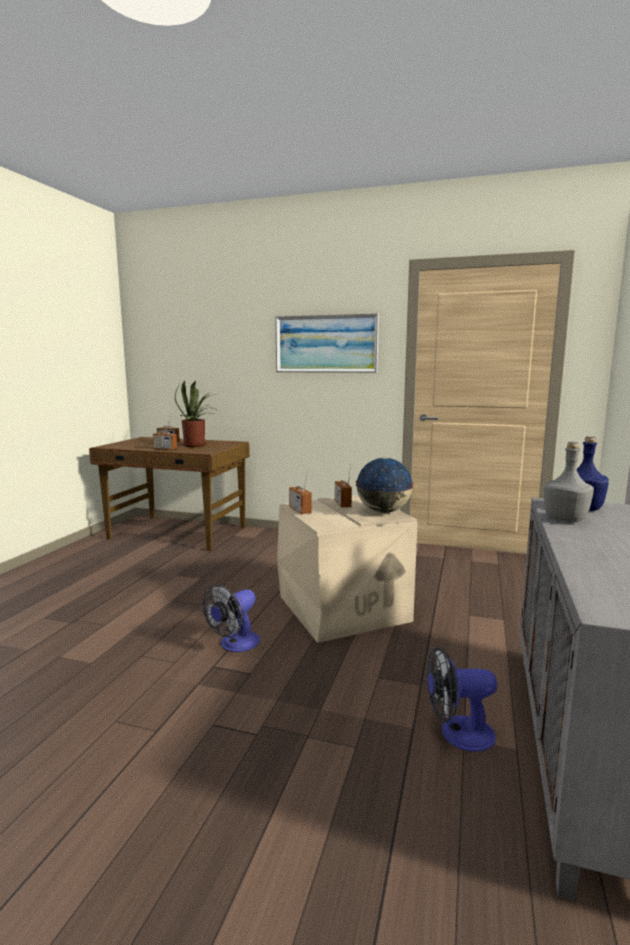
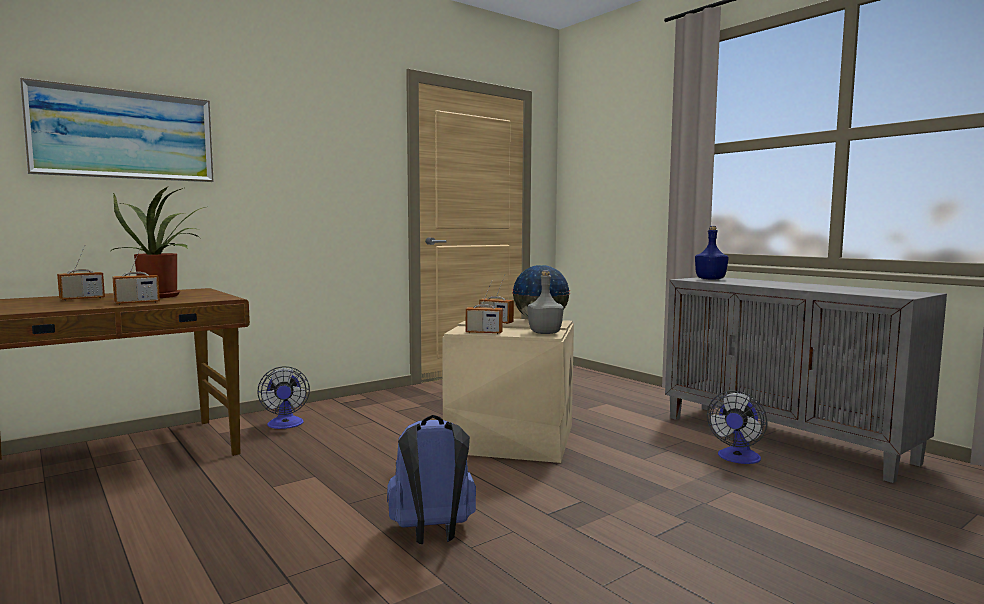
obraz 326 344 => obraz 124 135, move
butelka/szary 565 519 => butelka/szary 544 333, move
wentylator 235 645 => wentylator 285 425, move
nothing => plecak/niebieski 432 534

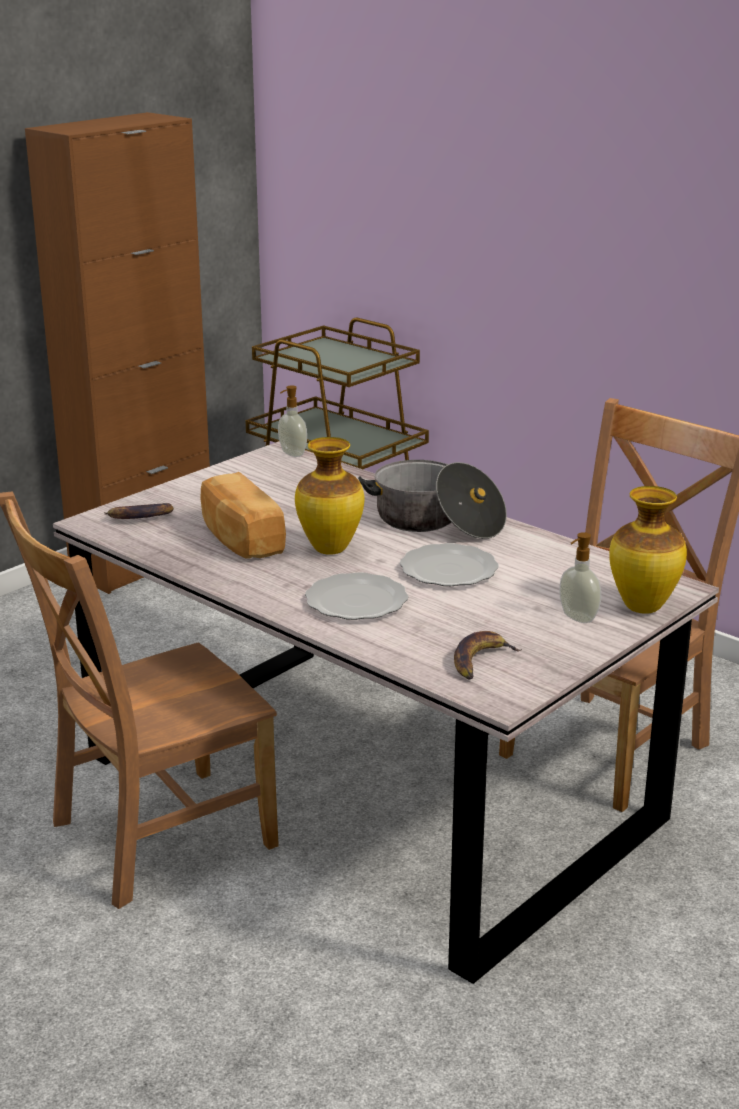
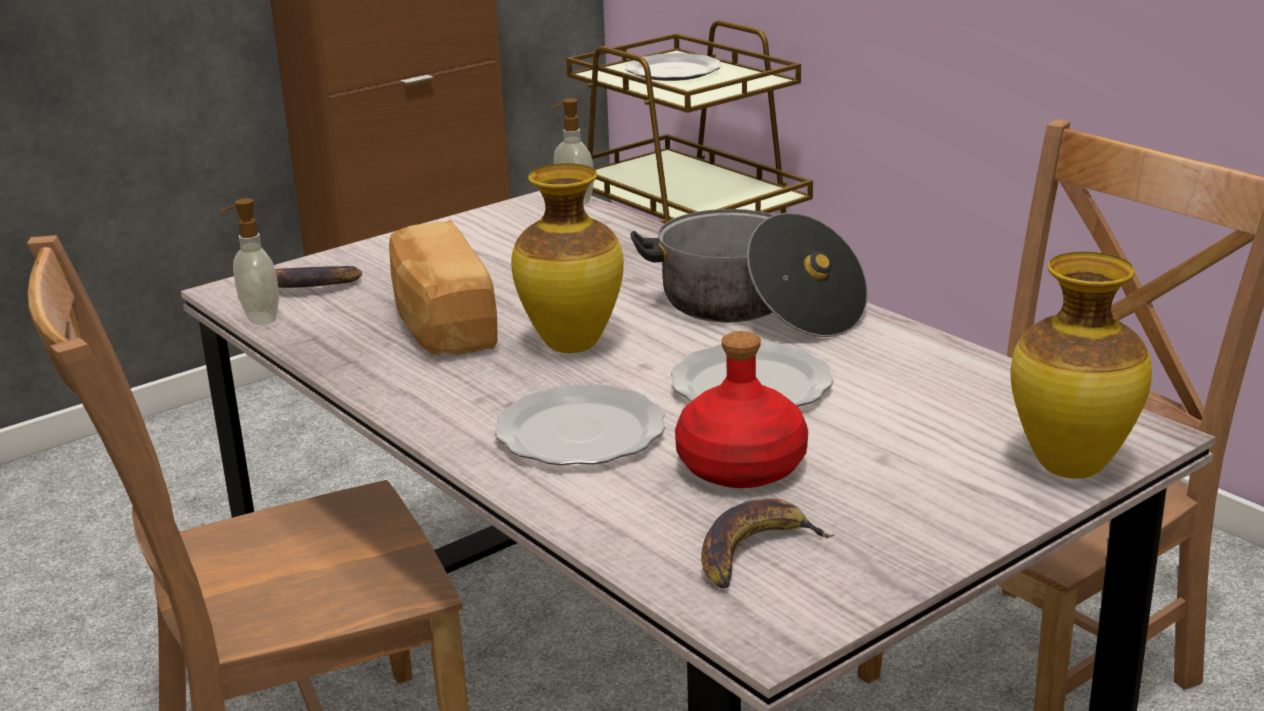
dozownik mydła 577 618 => dozownik mydła 259 319, move
nothing => talerz 673 72
nothing => butelka/czerwony 741 467

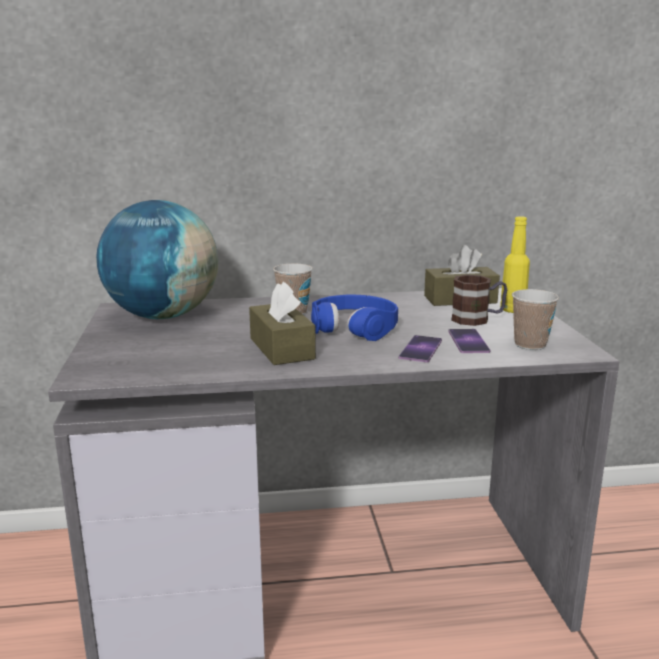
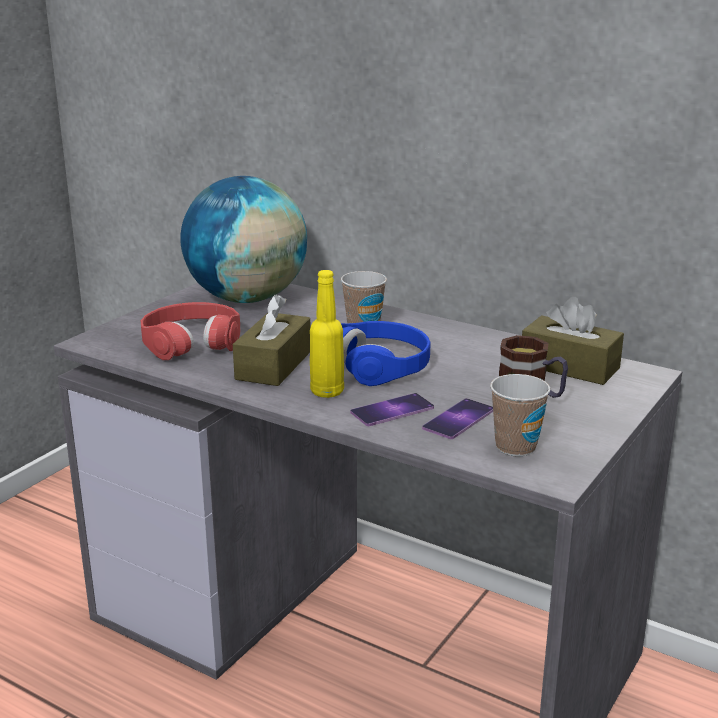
butelka/żółty 512 310 => butelka/żółty 327 392, move
nothing => słuchawki/czerwony 192 343

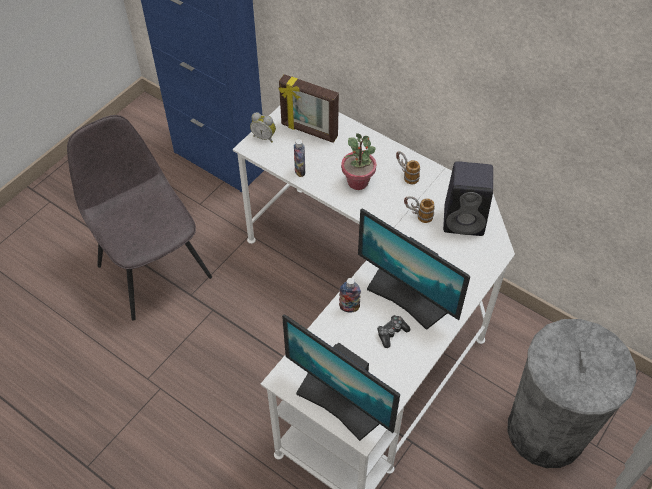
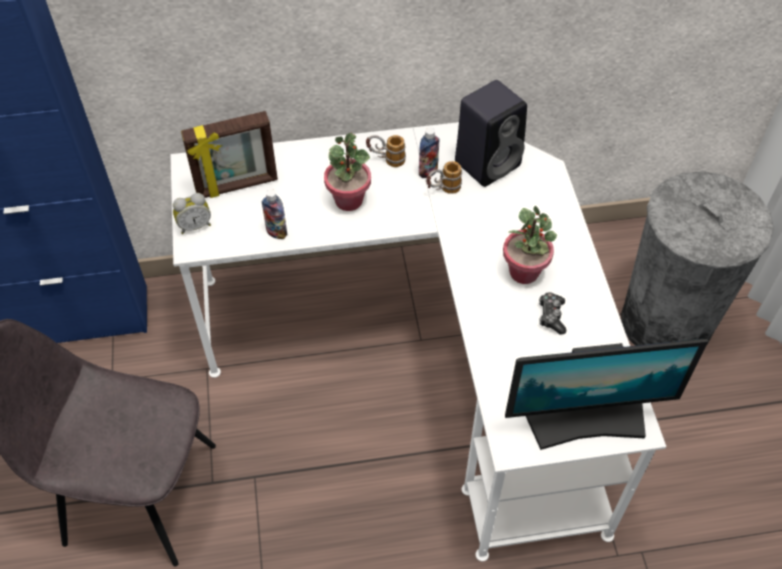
monitor 407 297 => roślina doniczkowa 524 272
butelka 349 307 => butelka 428 172, move

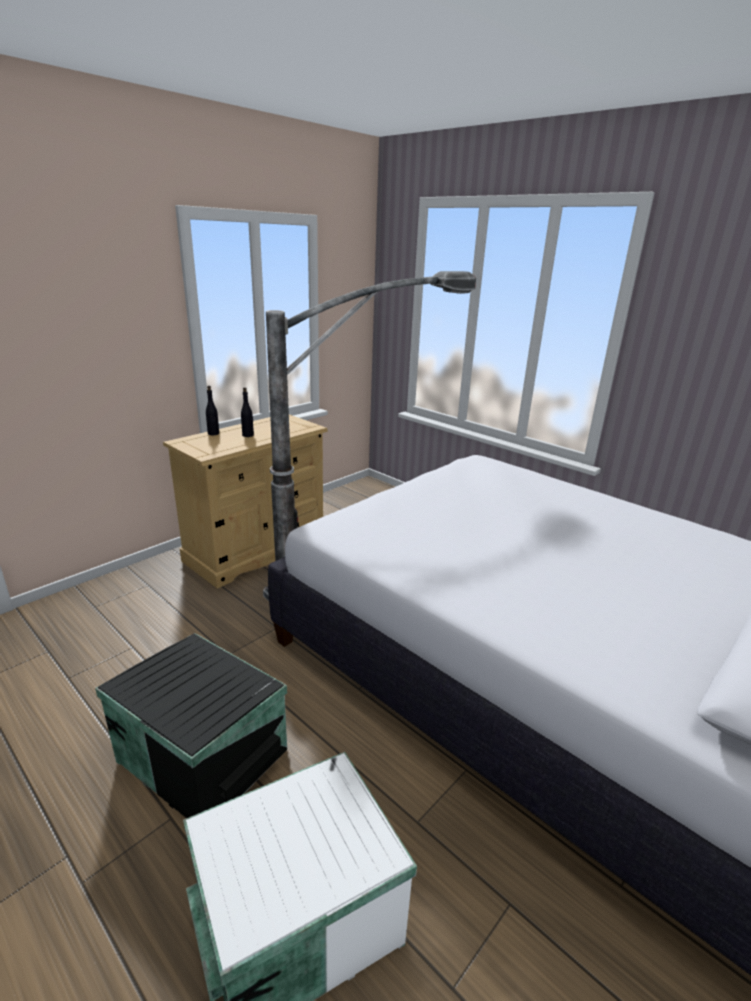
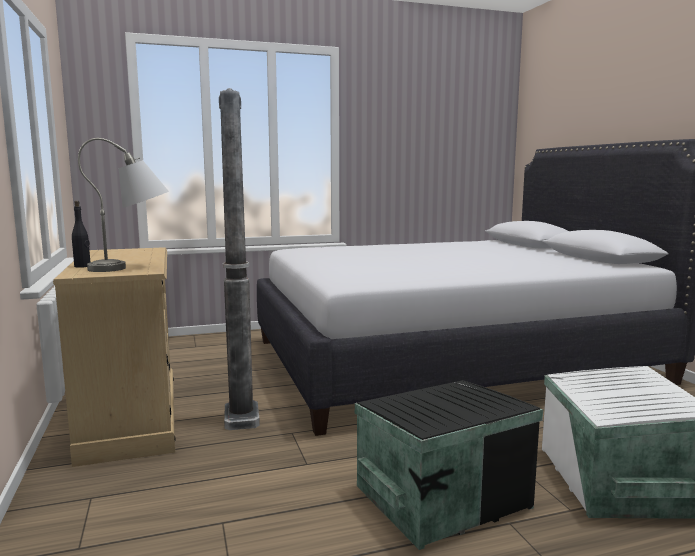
butelka/czarny 248 435 => nothing
nothing => lampa stołowa/szary 133 267

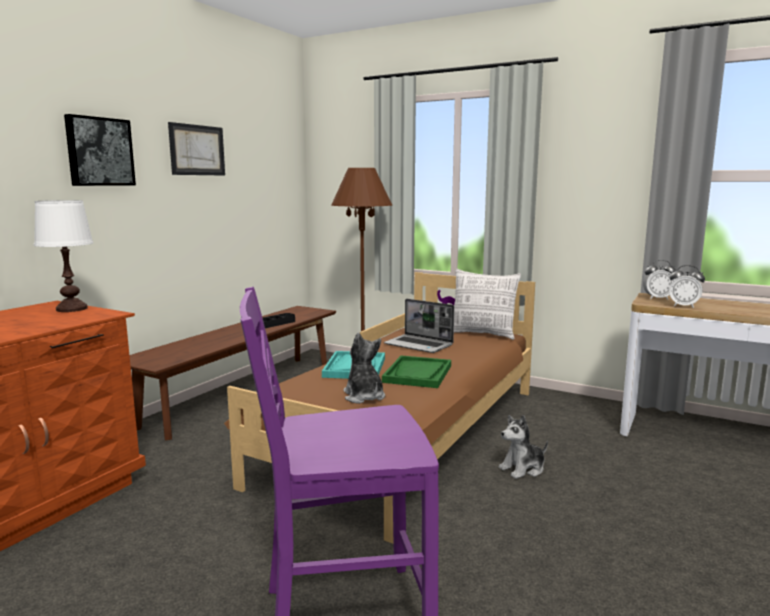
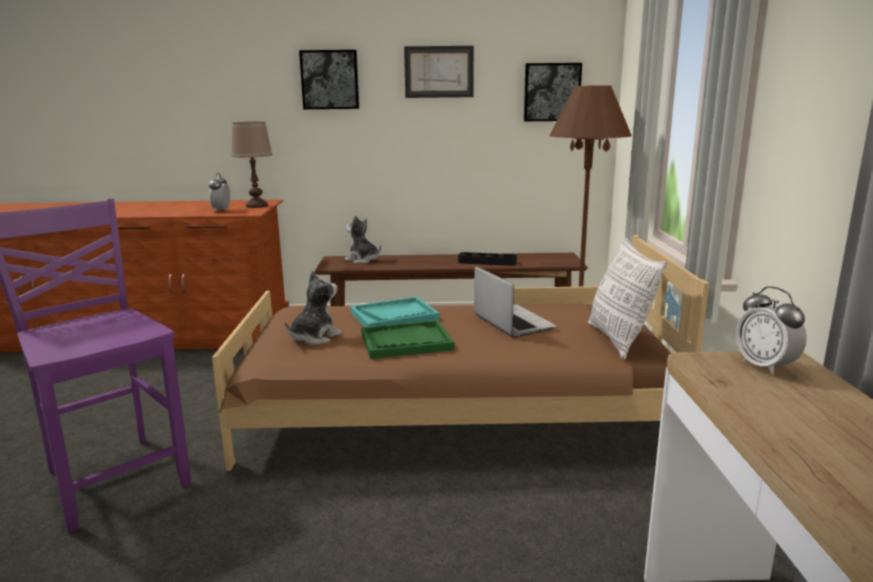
lampa stołowa/biały 72 309 => lampa stołowa/brązowy 257 206
budzik 683 306 => budzik 221 210, move
laptop 419 345 => laptop 512 322, 150 degrees clockwise
pluszak 523 469 => pluszak 362 260, move
nothing => obraz 551 92

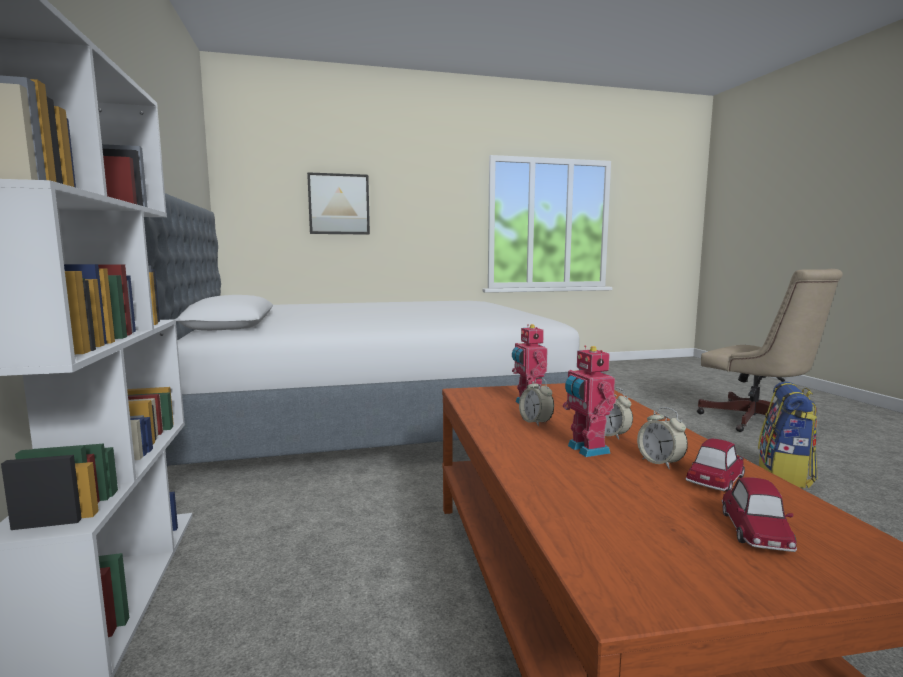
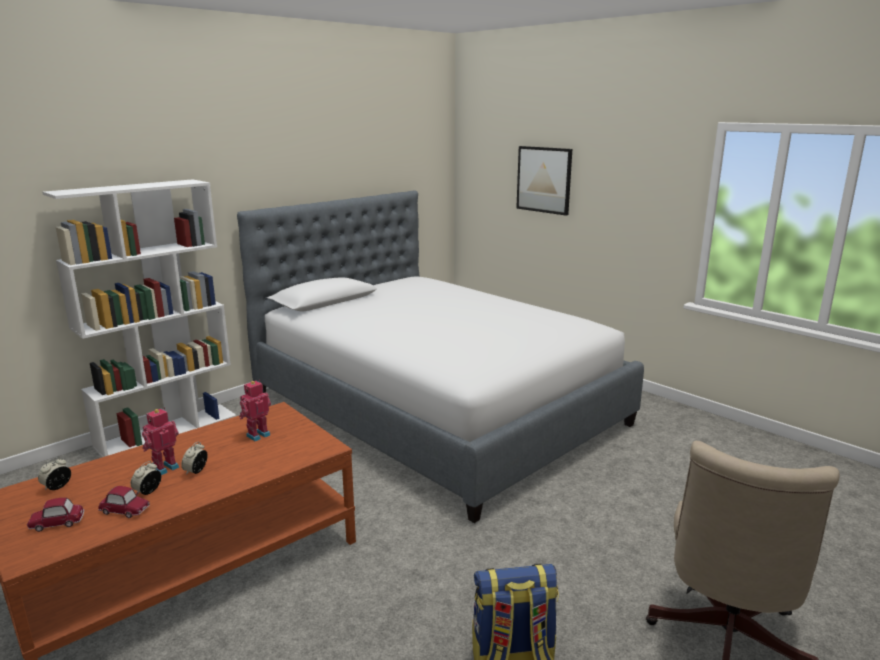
budzik 535 422 => budzik 57 487, move

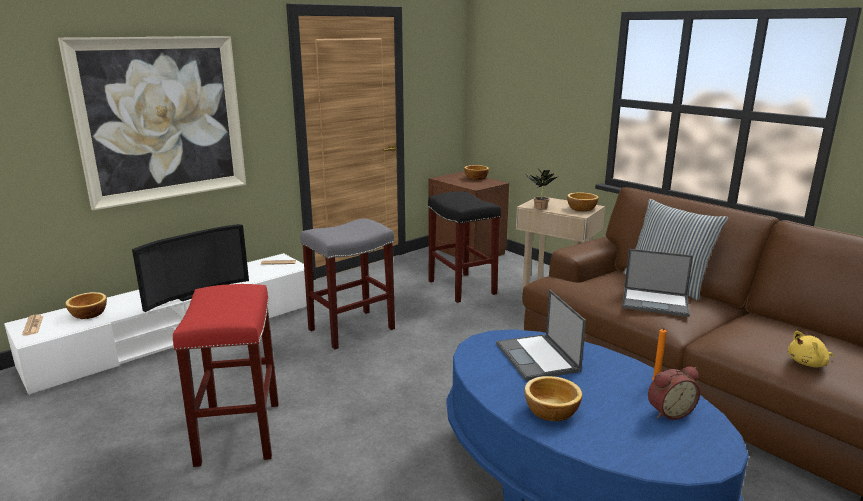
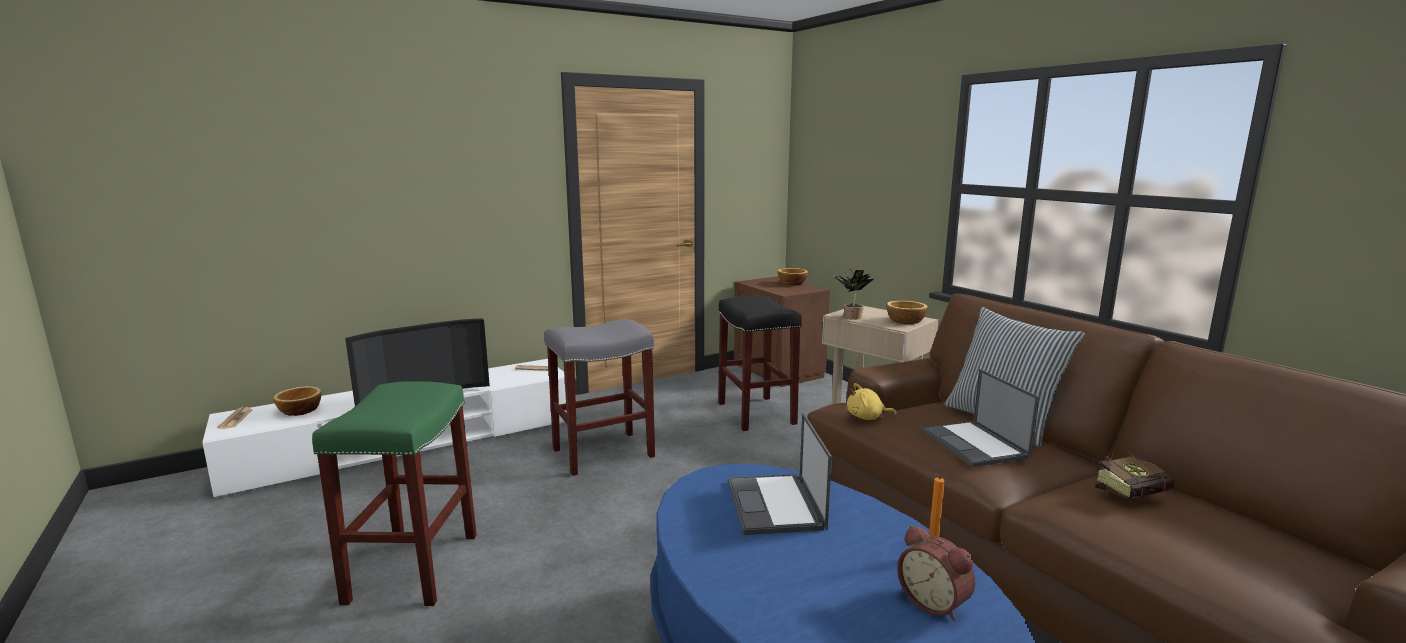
obraz 161 119 => nothing
laptop 656 302 => laptop 975 444, 45 degrees clockwise
stołek/czerwony 238 432 => stołek/zielony 413 566
pluszak/żółty 808 363 => pluszak/żółty 867 417, move
budzik 668 412 => budzik 935 602, 60 degrees clockwise
miska 550 411 => nothing
nothing => książka 1136 495

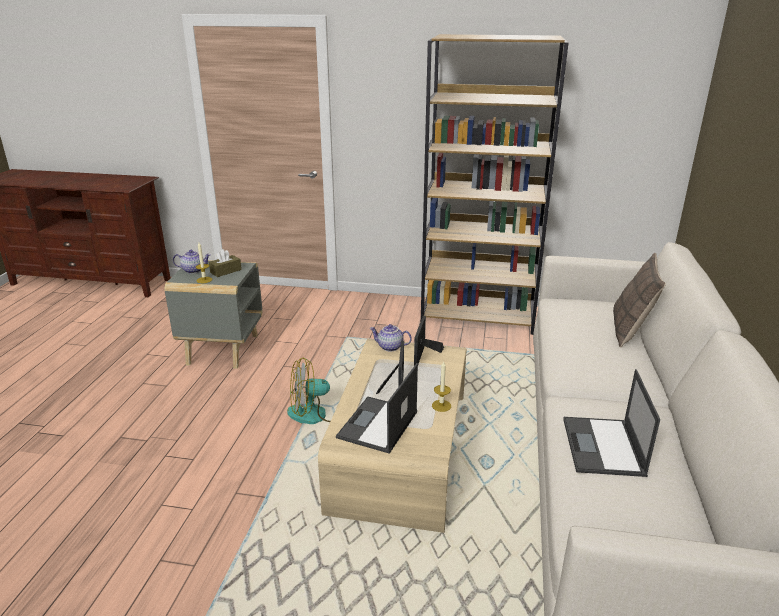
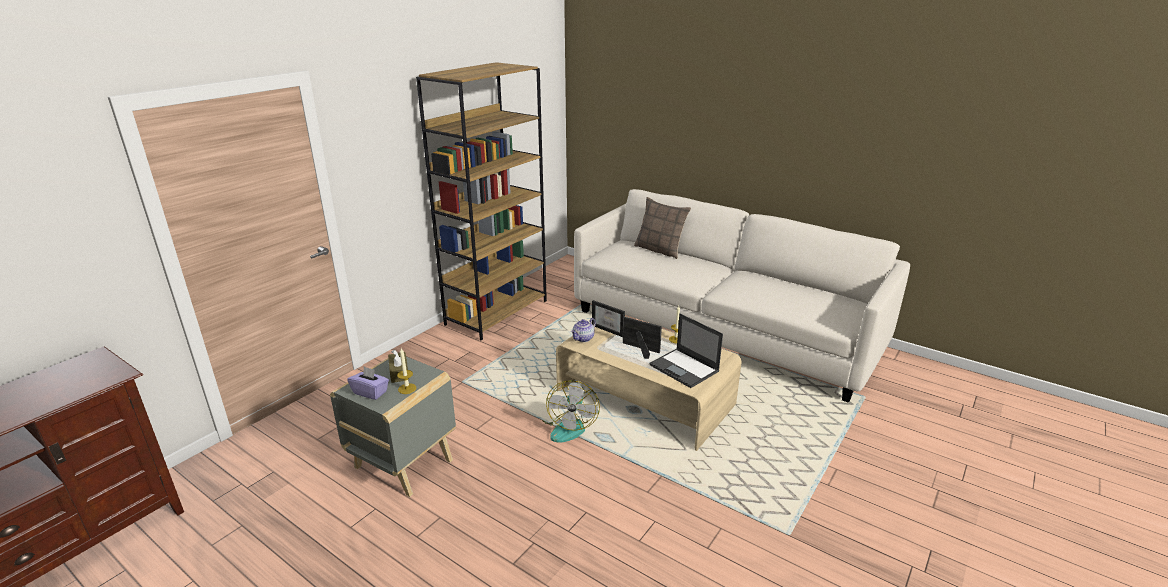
imbryk 194 270 => pudełko chusteczek/fioletowy 370 392
laptop 603 447 => nothing

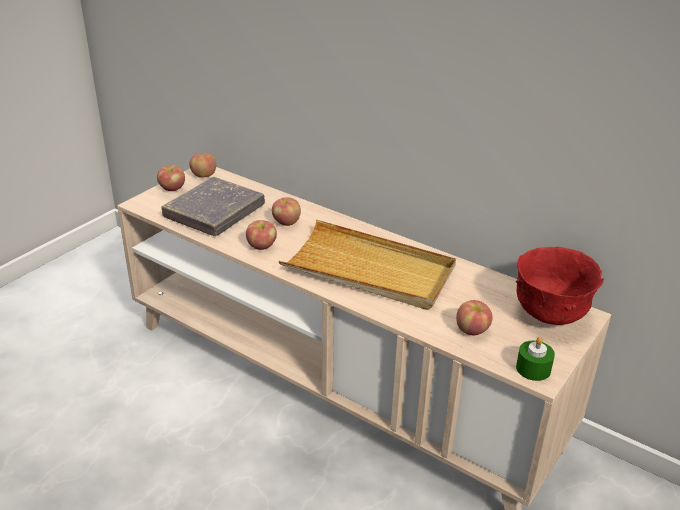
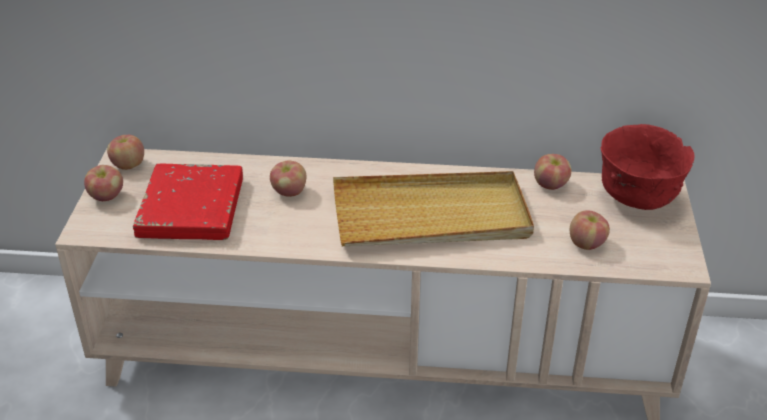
książka/szary 214 212 => książka/czerwony 191 208
jabłko 261 246 => jabłko 550 185, move
świeca/zielony 533 369 => nothing

